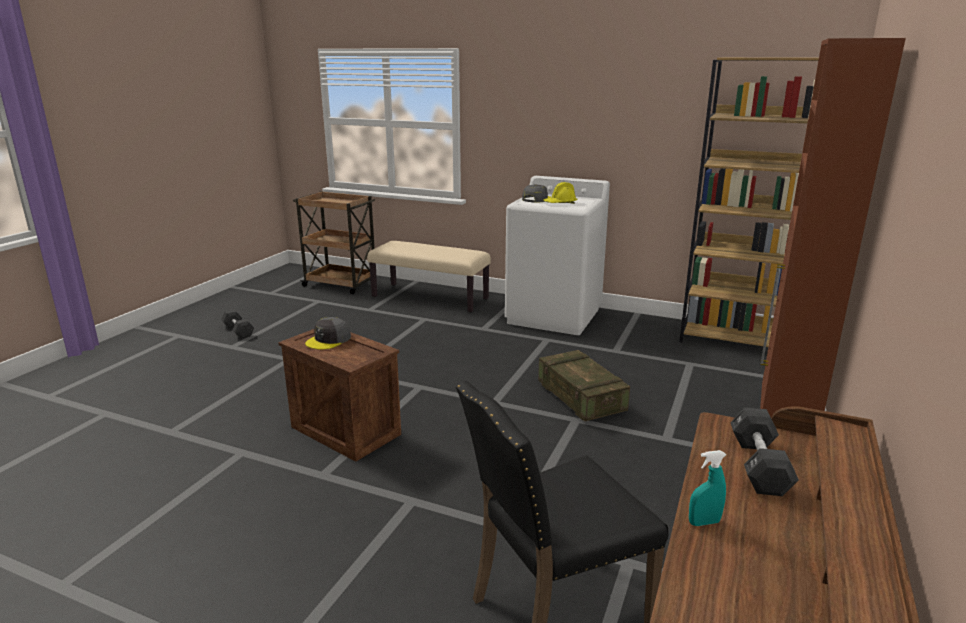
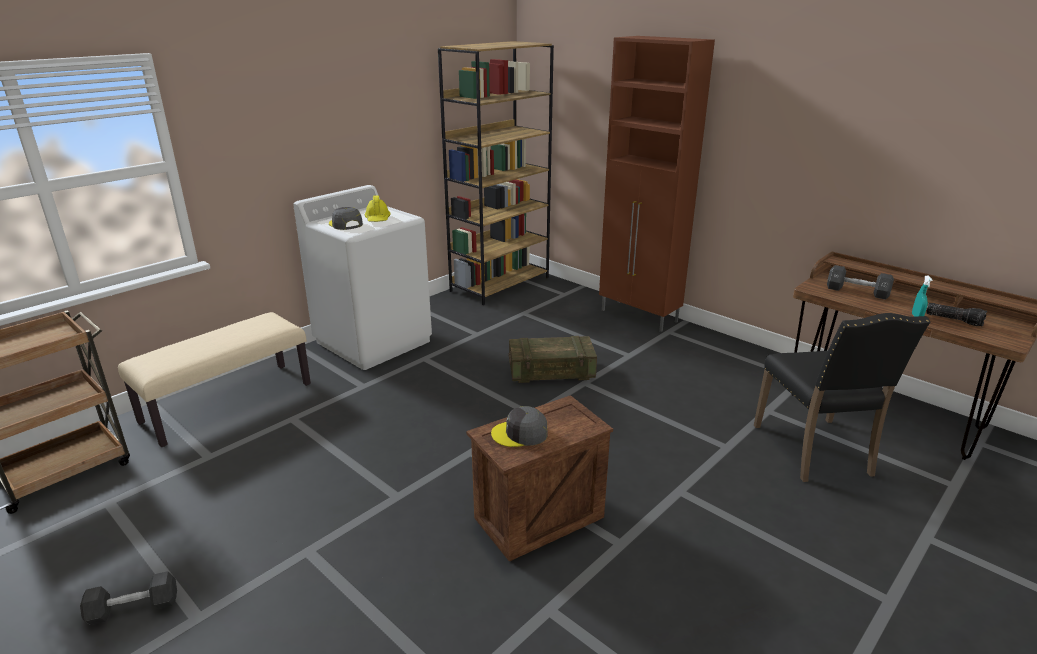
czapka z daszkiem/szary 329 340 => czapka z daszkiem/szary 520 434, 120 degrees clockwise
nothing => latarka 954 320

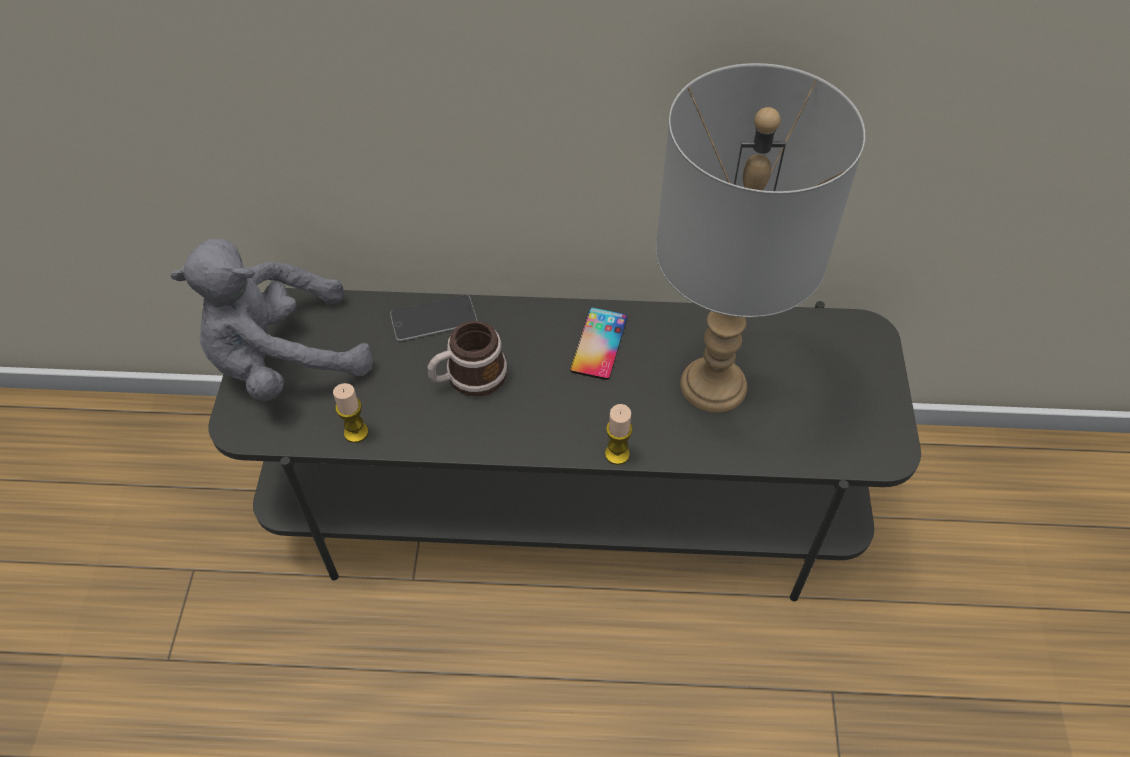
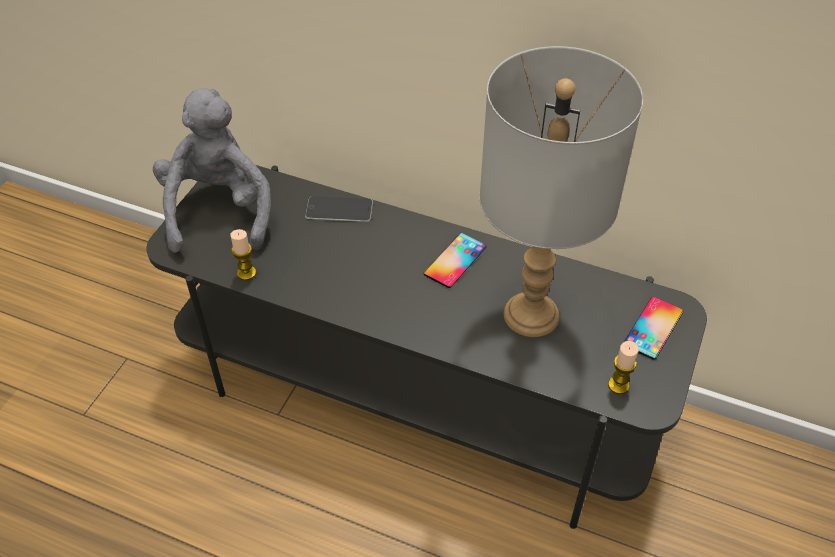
pluszak/szary 283 361 => pluszak/szary 219 210, 90 degrees clockwise
kubek 468 377 => nothing
świeca 617 454 => świeca 618 385, move
nothing => telefon 653 328

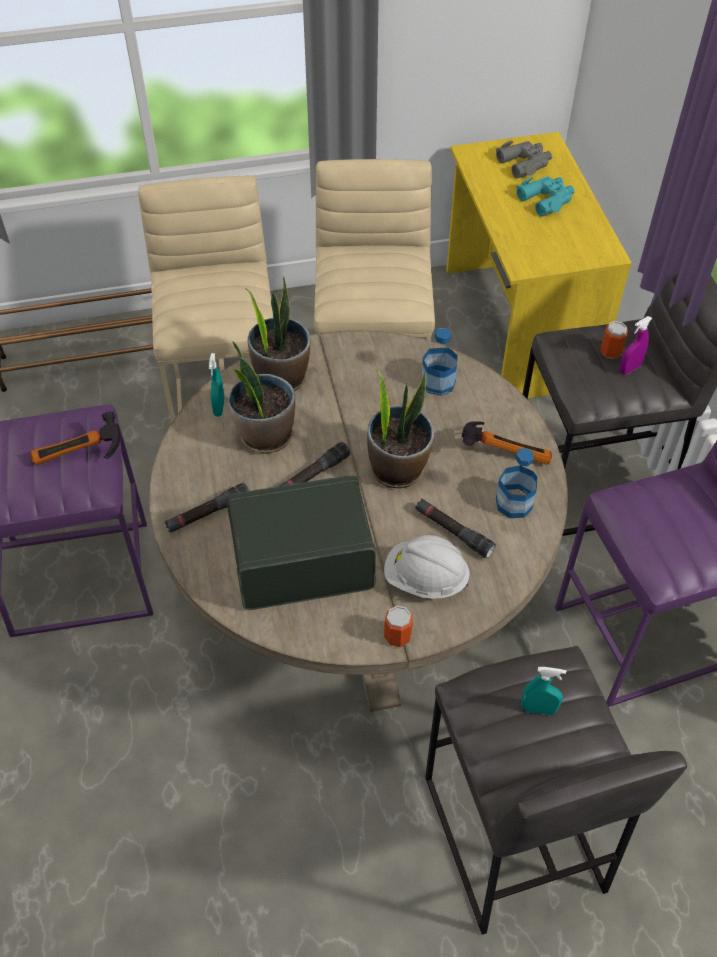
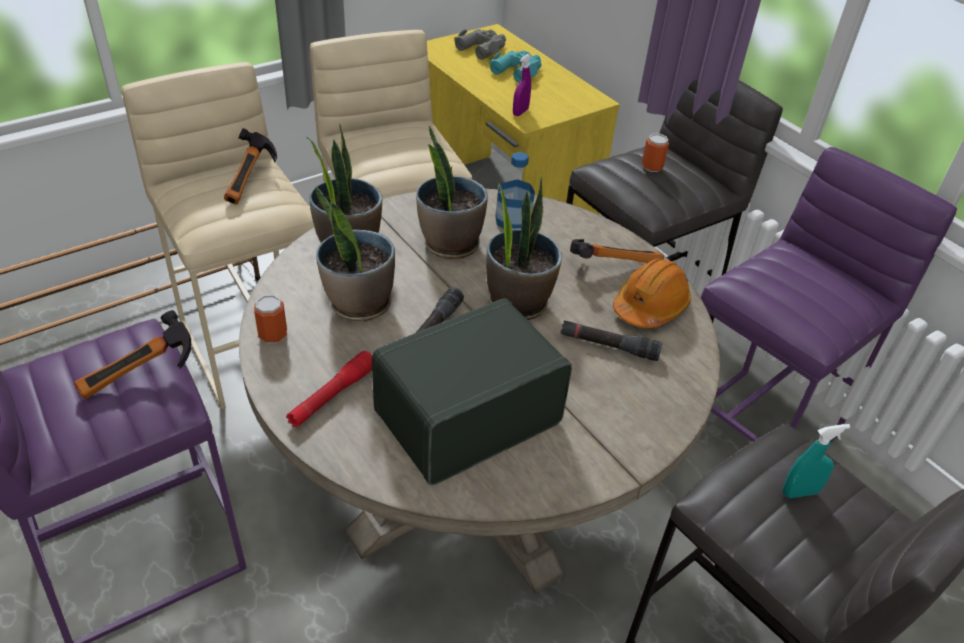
spryskiwacz/fioletowy 629 368 => spryskiwacz/fioletowy 520 112, move
spryskiwacz/turkusowy 219 407 => nothing
butelka 514 503 => kask/pomarańczowy 650 306
latarka/czarny 208 513 => latarka/czerwony 332 396
kask/biały 425 579 => nothing
puszka 397 636 => puszka 273 335, move
nothing => roślina doniczkowa 449 244
nothing => młotek 253 181

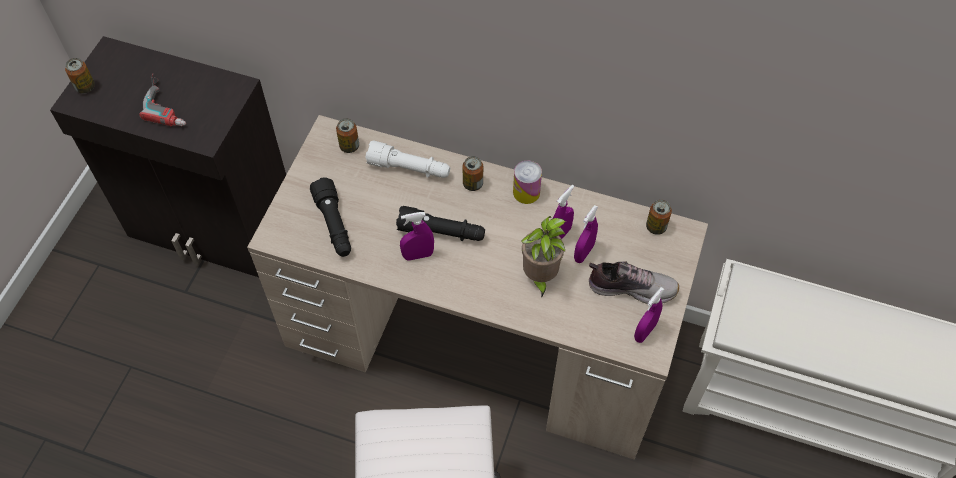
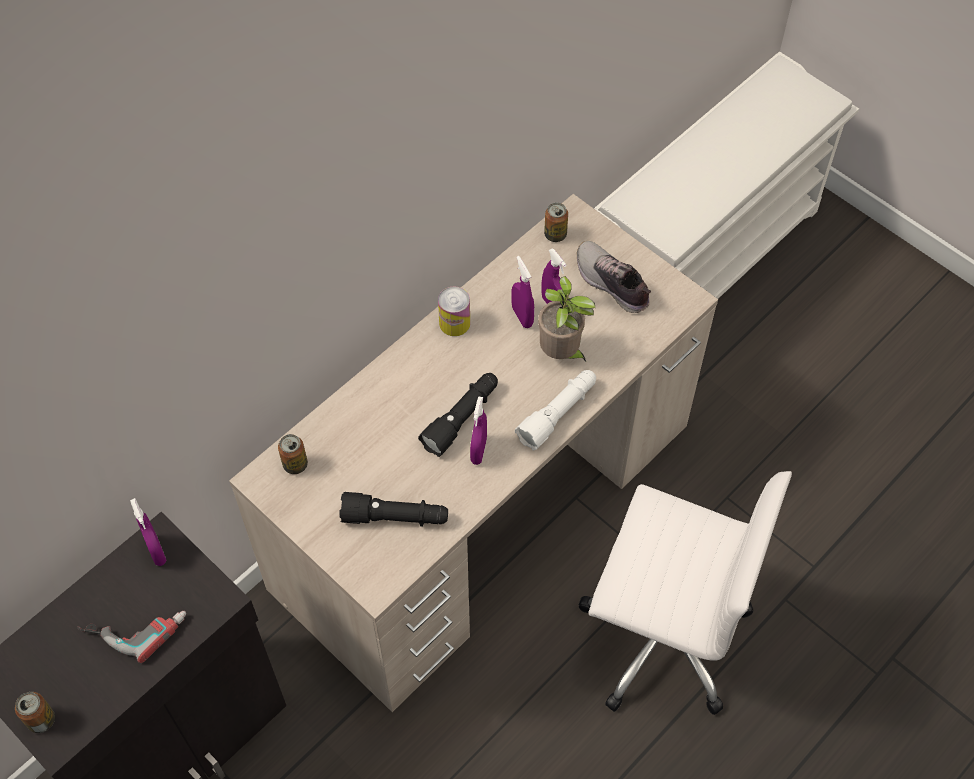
latarka/biały 409 168 => latarka/biały 558 413, move
puszka 473 184 => nothing
but 631 287 => but 611 284, 75 degrees counterclockwise
spryskiwacz/fioletowy 645 332 => spryskiwacz/fioletowy 156 551, move

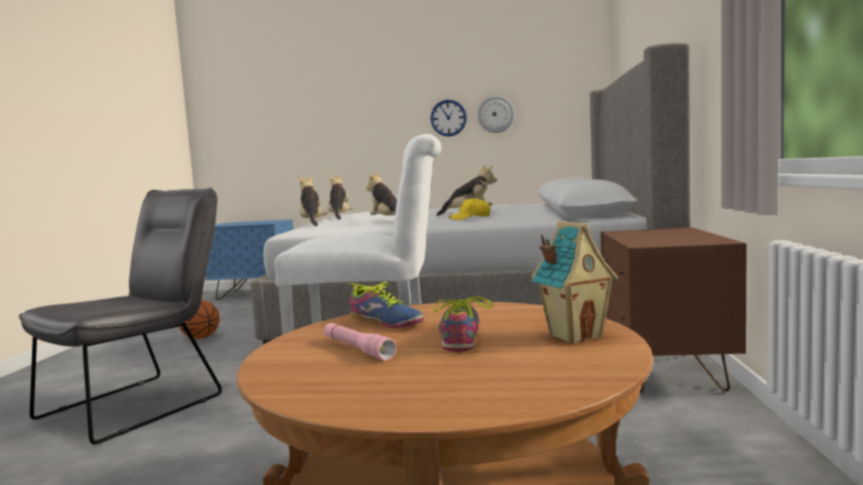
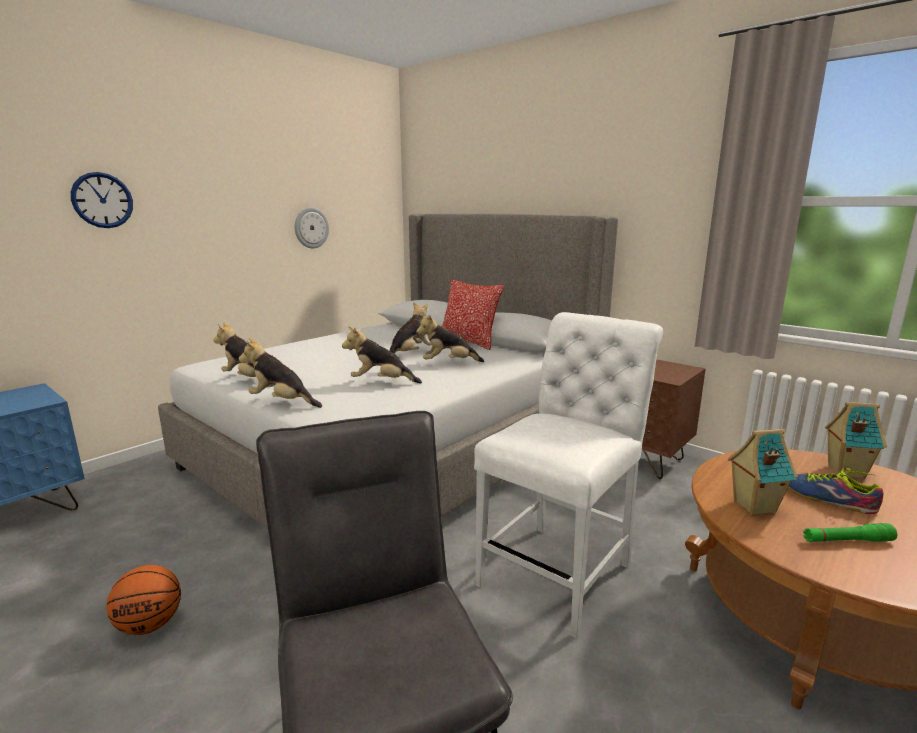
zegar ścienny 448 118 => zegar ścienny 102 200, move
czapka z daszkiem/żółty 470 218 => pluszak 448 363
but 386 321 => domek 753 506
latarka/różowy 357 349 => latarka/zielony 847 541
nothing => poduszka 469 342

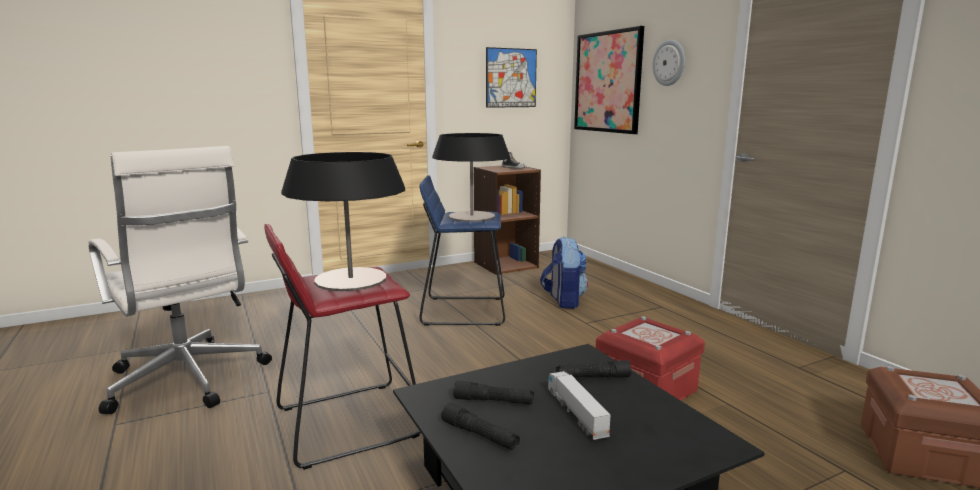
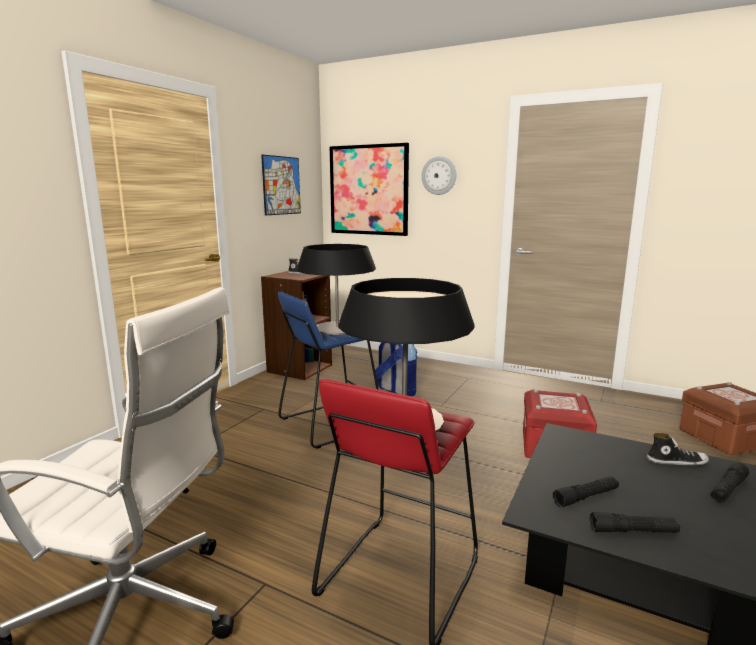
latarka/czarny 592 377 => latarka/czarny 728 489, move
ciężarówka zabawkowa 576 413 => nothing
nothing => but 676 461

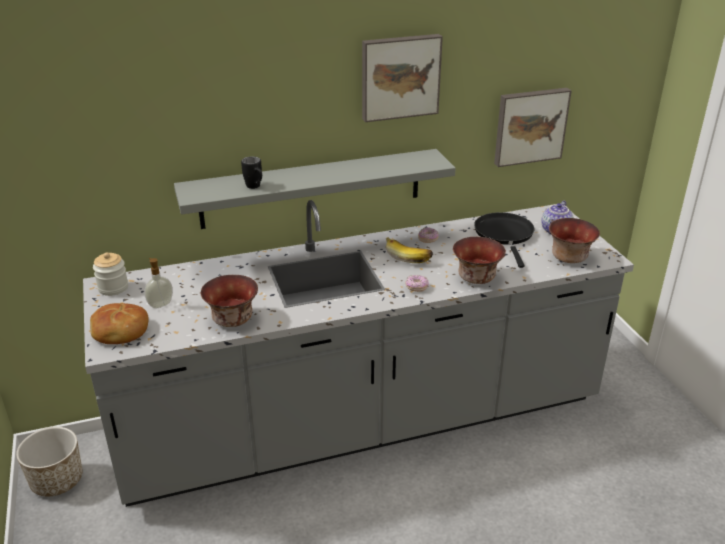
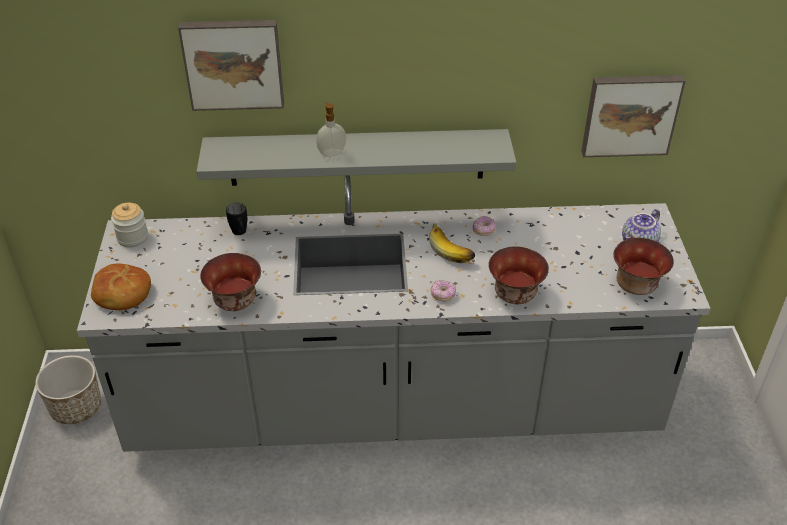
obraz 400 76 => obraz 233 63, move
kubek/czarny 255 187 => kubek/czarny 240 234, move
patelnia/czarny 504 235 => nothing
dozownik mydła 160 304 => dozownik mydła 331 153, move

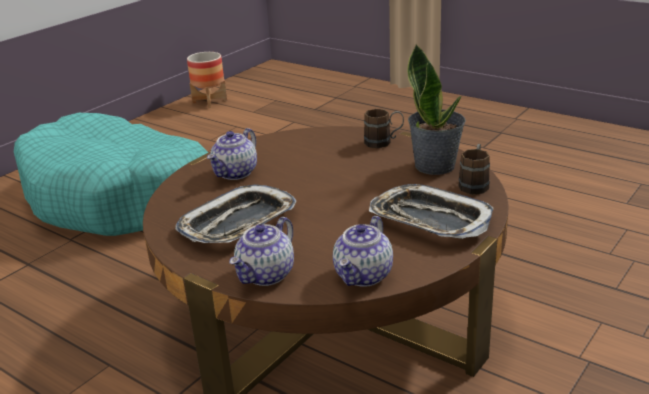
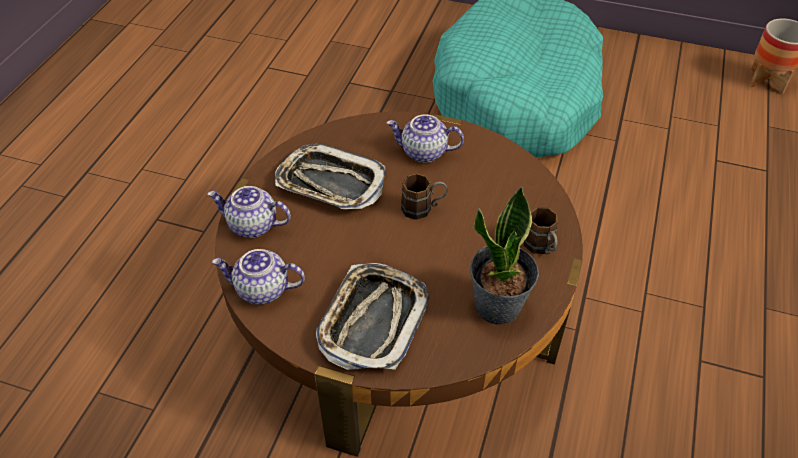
kubek/brązowy 474 184 => kubek/brązowy 423 208, move

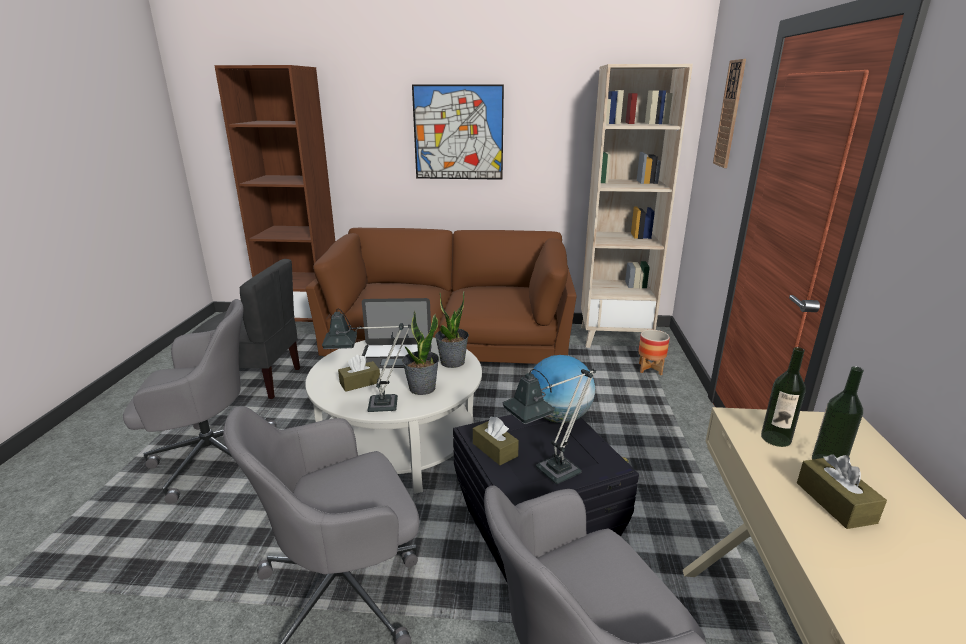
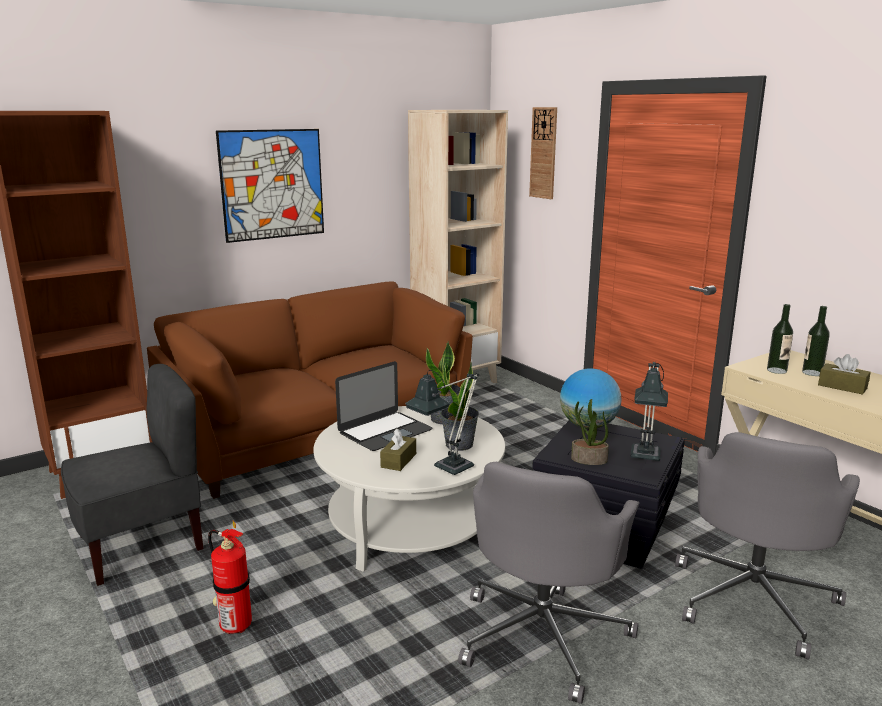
krzesło biurowe/szary 210 458 => gaśnica 233 626
donica 650 369 => nothing
pudełko chusteczek/brązowy 495 450 => roślina doniczkowa 588 460

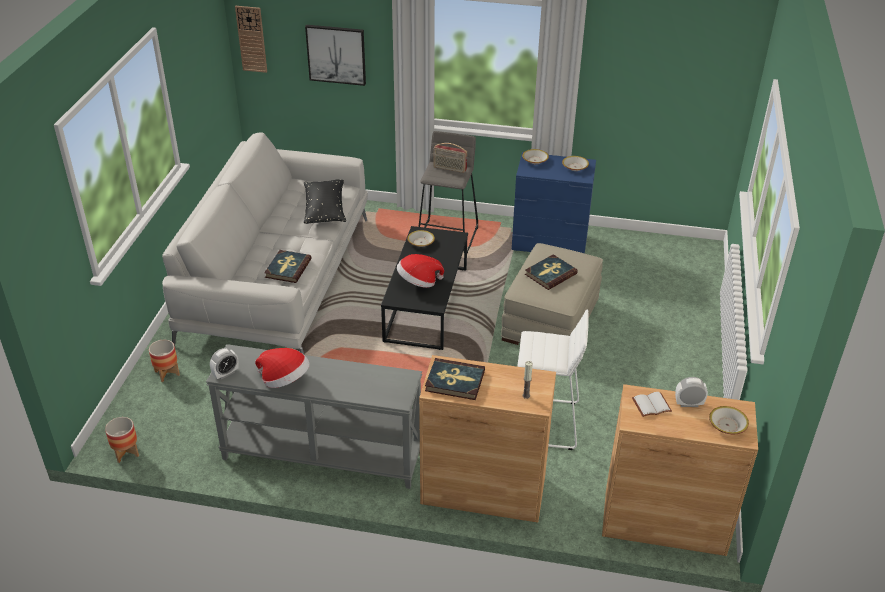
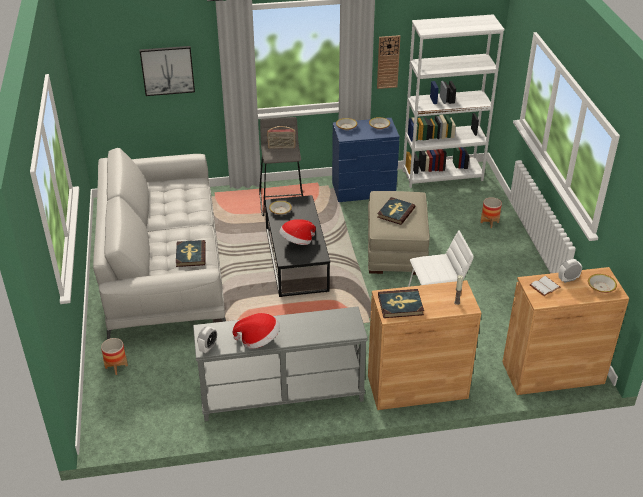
zegar ścienny 251 39 => zegar ścienny 388 62, move
poduszka/czarny 325 210 => nothing
donica 126 452 => donica 489 222, move
nothing => regał/biały 442 175

